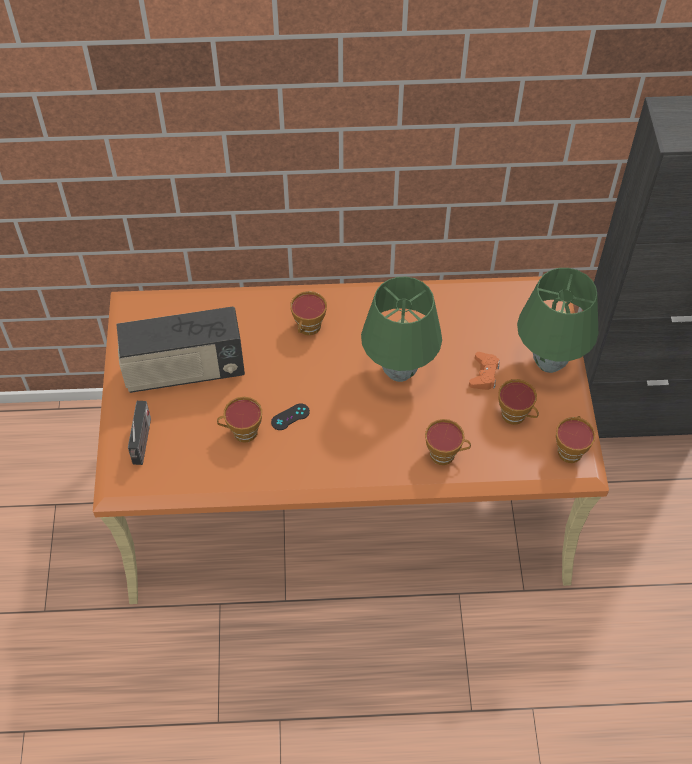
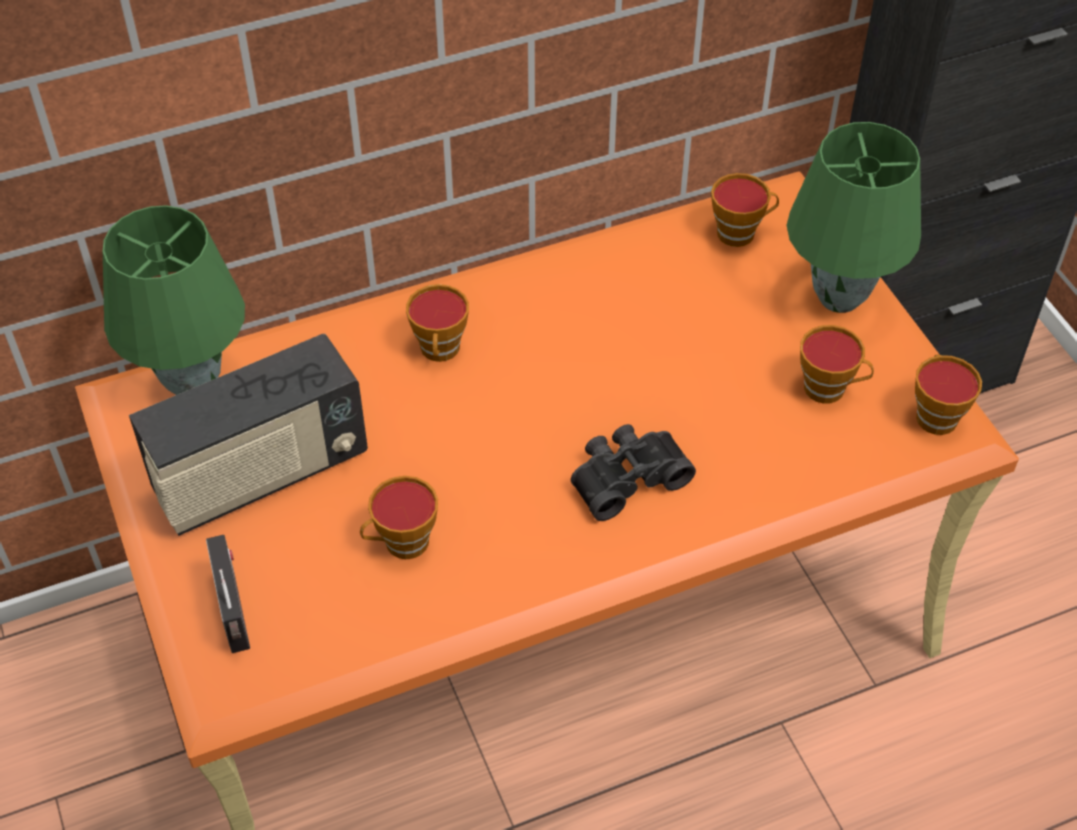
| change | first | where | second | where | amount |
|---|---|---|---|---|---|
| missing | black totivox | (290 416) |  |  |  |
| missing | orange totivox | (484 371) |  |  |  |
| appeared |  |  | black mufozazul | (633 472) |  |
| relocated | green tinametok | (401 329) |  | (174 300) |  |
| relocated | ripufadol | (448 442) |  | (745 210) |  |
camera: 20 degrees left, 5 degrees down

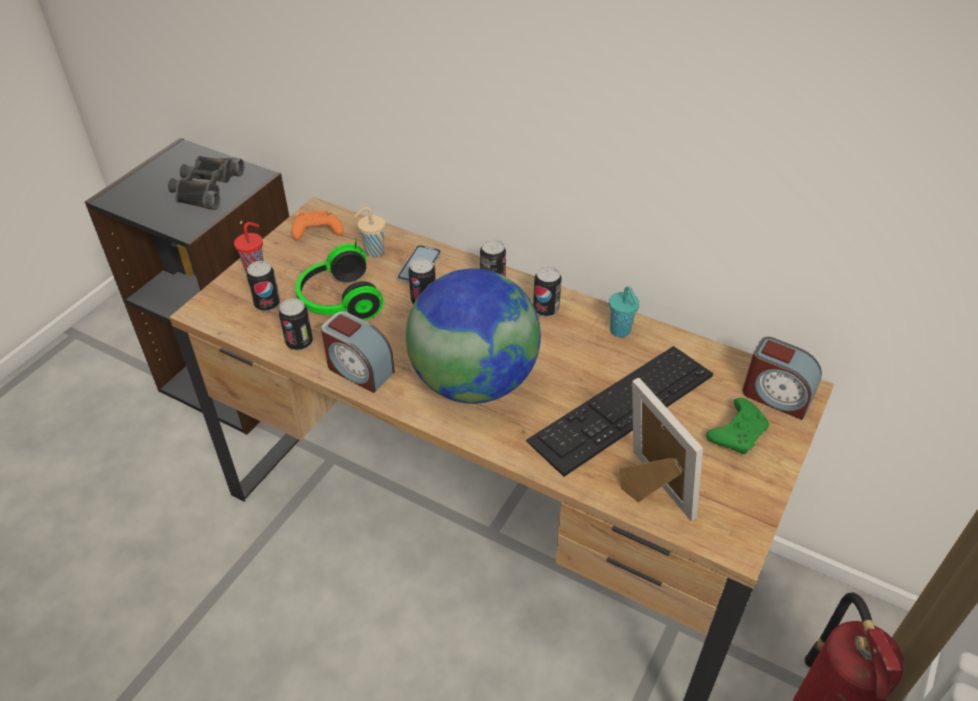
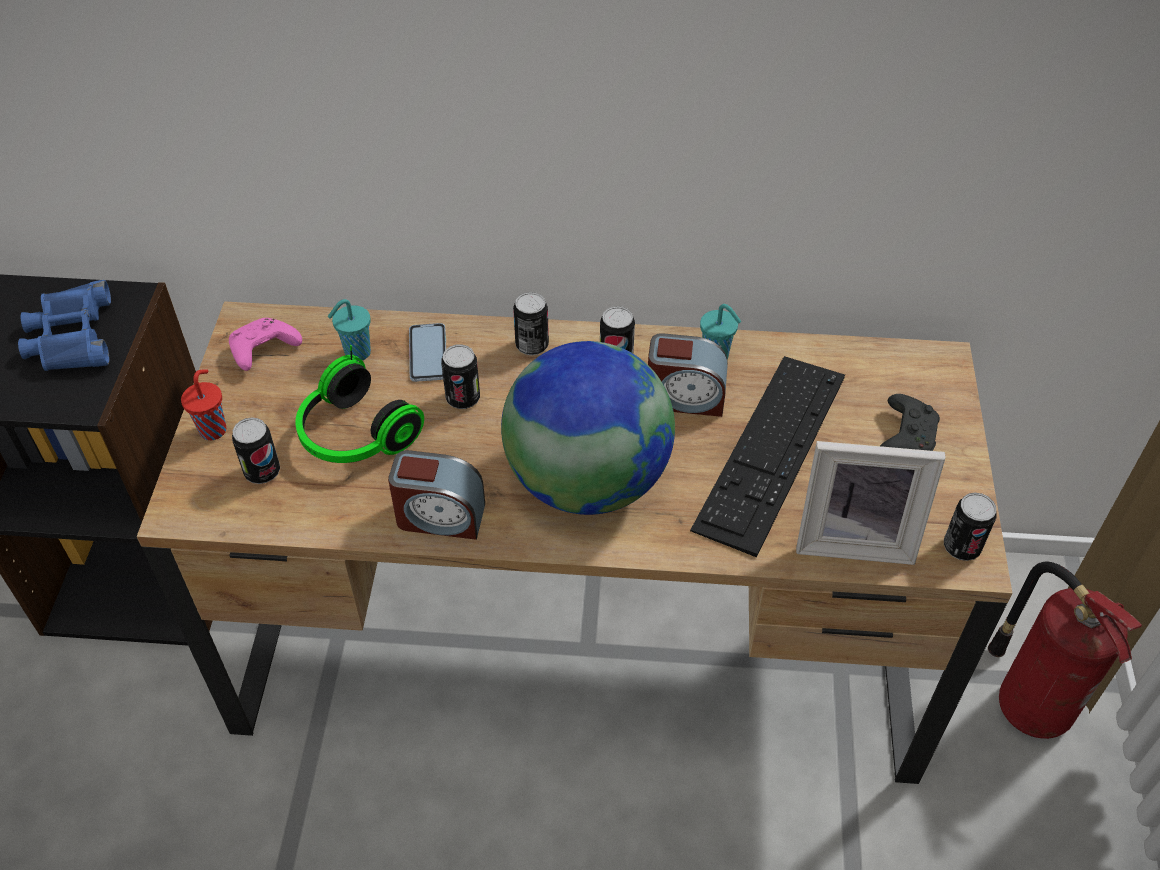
| change | first | where | second | where | amount |
|---|---|---|---|---|---|
| relocated | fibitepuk | (296 324) |  | (970 527) |  |
| relocated | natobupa | (782 378) |  | (688 375) |  |
| colour | black mufozazul | (206 183) | blue mufozazul | (64 325) |  |
| colour | orange totivox | (318 225) | pink totivox | (265 344) |  |
| colour | beige ripufadol | (369 232) | turquoise ripufadol | (349 330) |  |
| colour | green totivox | (737 426) | black totivox | (910 422) |  |
| spun | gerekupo | (661 449) |  | (871 503) | 150 degrees clockwise |
camera: 25 degrees left, 5 degrees up

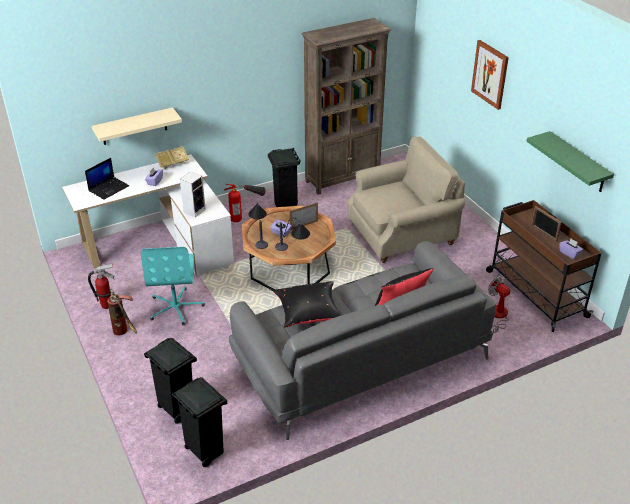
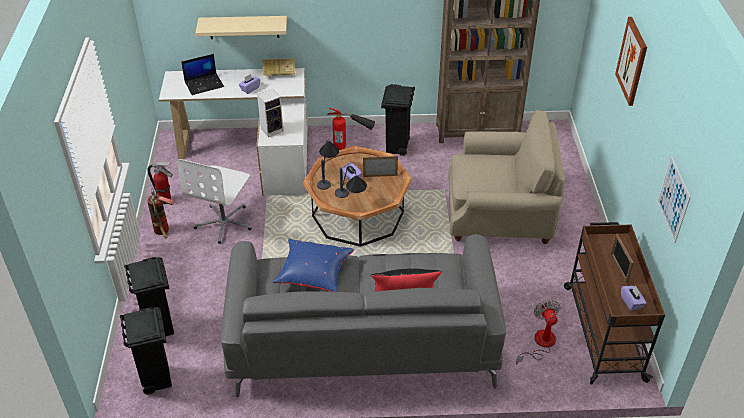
| change | first | where | second | where | amount |
|---|---|---|---|---|---|
| exchanged | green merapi | (570 161) | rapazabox | (674 199) |  |
| colour | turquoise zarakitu | (173 286) | white zarakitu | (215 201) |  |
| colour | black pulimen | (307 304) | blue pulimen | (313 265) |  |
camera: 25 degrees right, 5 degrees up

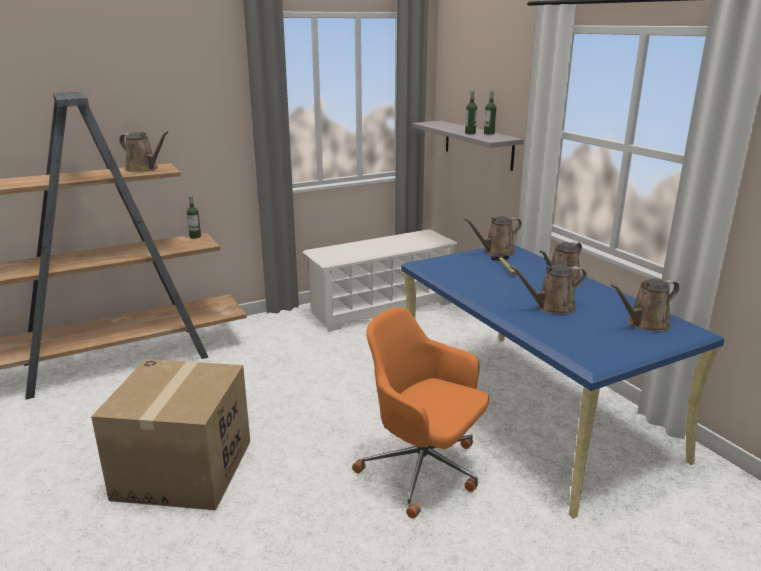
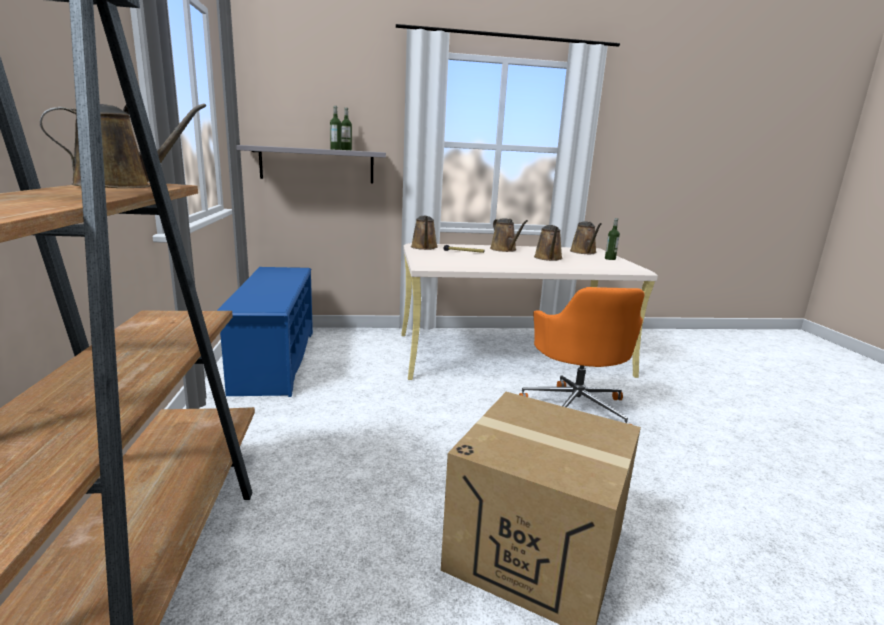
| change | first | where | second | where | amount |
|---|---|---|---|---|---|
| relocated | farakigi | (194 217) |  | (612 239) |  |
| colour | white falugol | (380 280) | blue falugol | (265 332) |  |
| colour | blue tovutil | (562 382) | beige tovutil | (529 311) |  |
| spun | orange zarakitu | (420 413) |  | (581 356) | 60 degrees counterclockwise |
camera: 70 degrees left, 5 degrees down

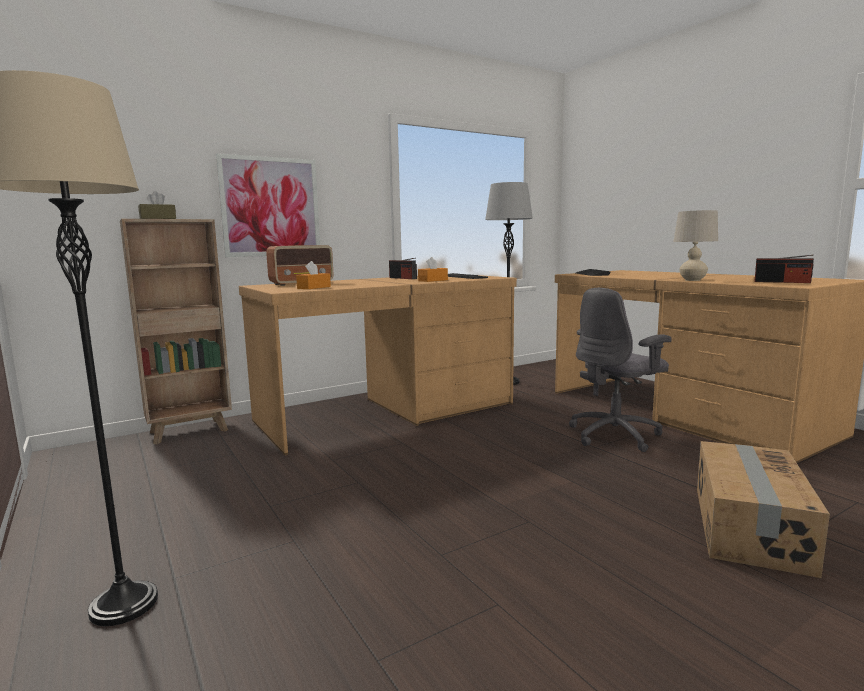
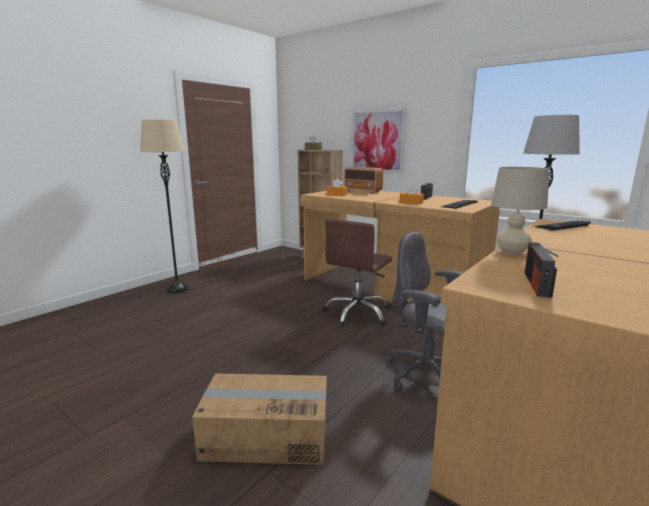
| change | first | where | second | where | amount |
|---|---|---|---|---|---|
| appeared |  |  | brown zarakitu | (357 273) |  |
camera: 70 degrees right, 5 degrees up

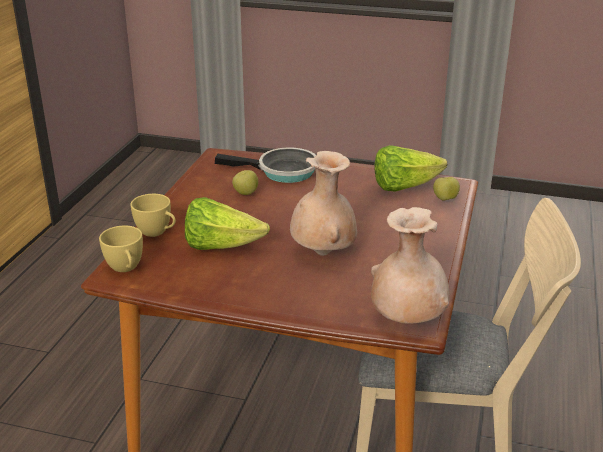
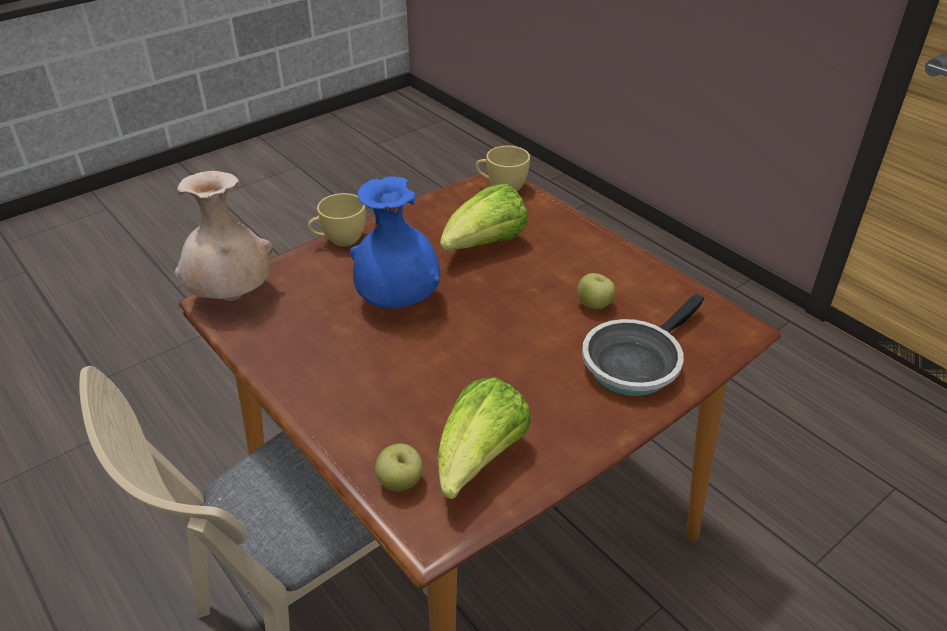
| change | first | where | second | where | amount |
|---|---|---|---|---|---|
| relocated | yellow ripufadol | (153 215) |  | (337 219) |  |
| colour | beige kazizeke | (323 203) | blue kazizeke | (395 242) |  |
camera: 125 degrees right, 10 degrees up

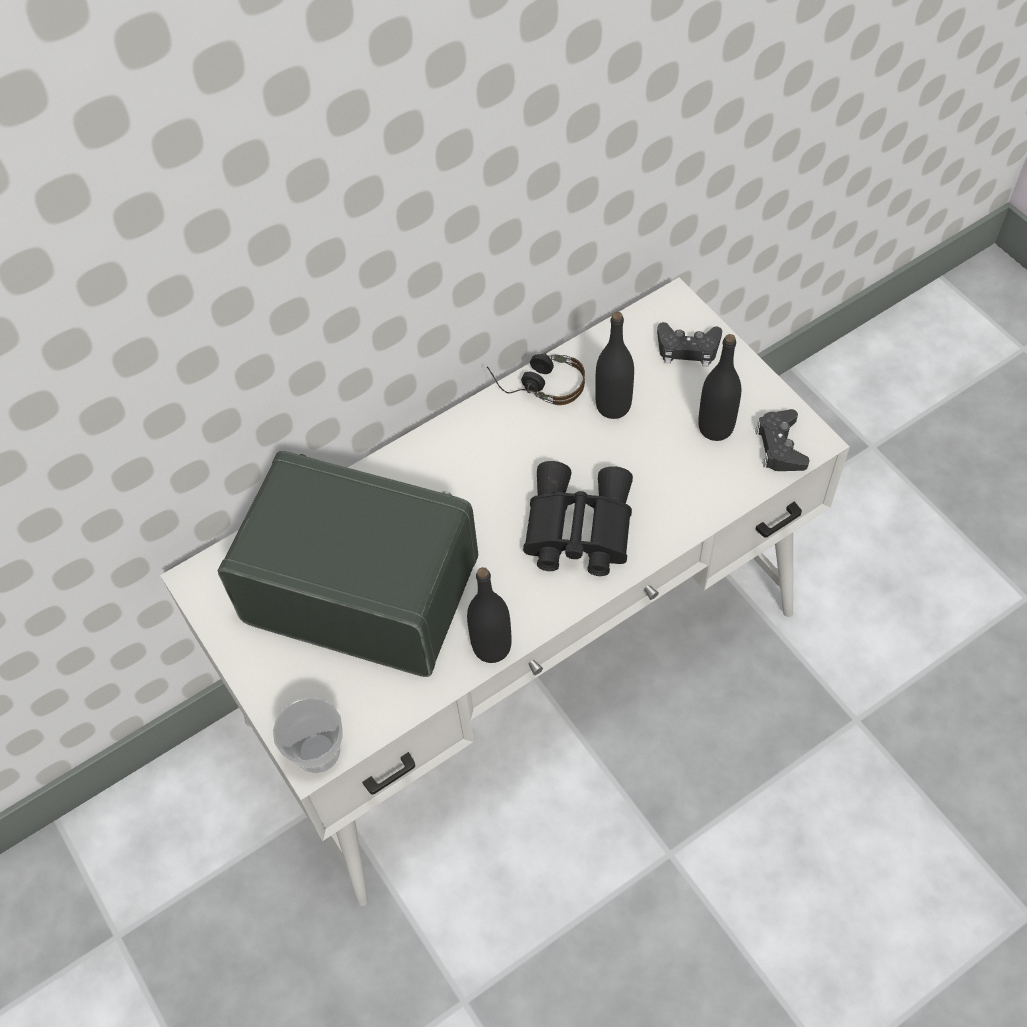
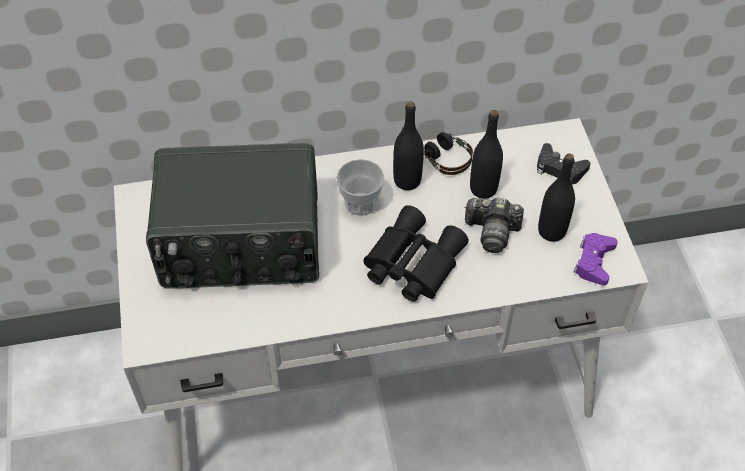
| change | first | where | second | where | amount |
|---|---|---|---|---|---|
| appeared |  |  | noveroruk | (494 225) |  |
| relocated | ripufadol | (308 735) |  | (360 187) |  |
| relocated | black farakigi | (489 615) |  | (408 145) |  |
| colour | black totivox | (782 440) | purple totivox | (596 259) |  |
| spun | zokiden | (347 564) |  | (232 216) | 135 degrees clockwise |
camera: 20 degrees right, 5 degrees down

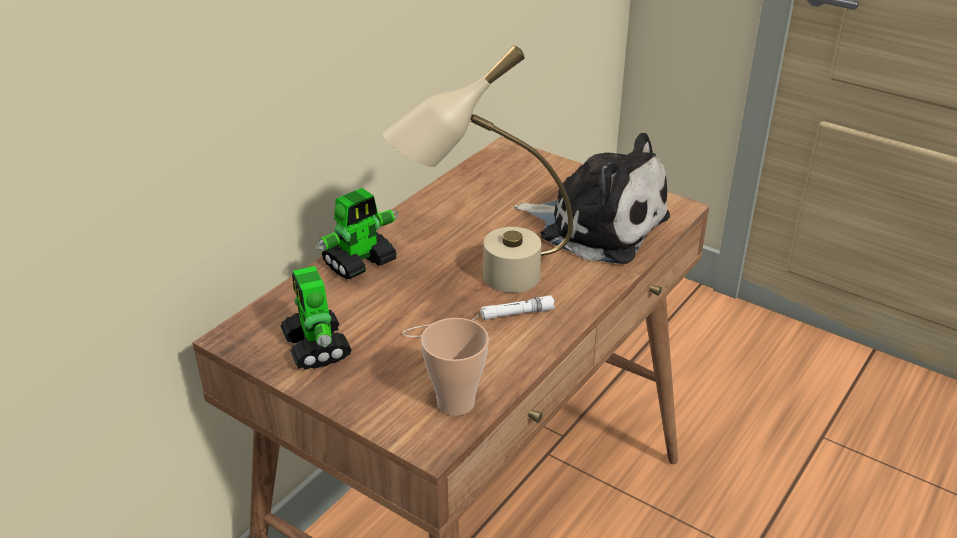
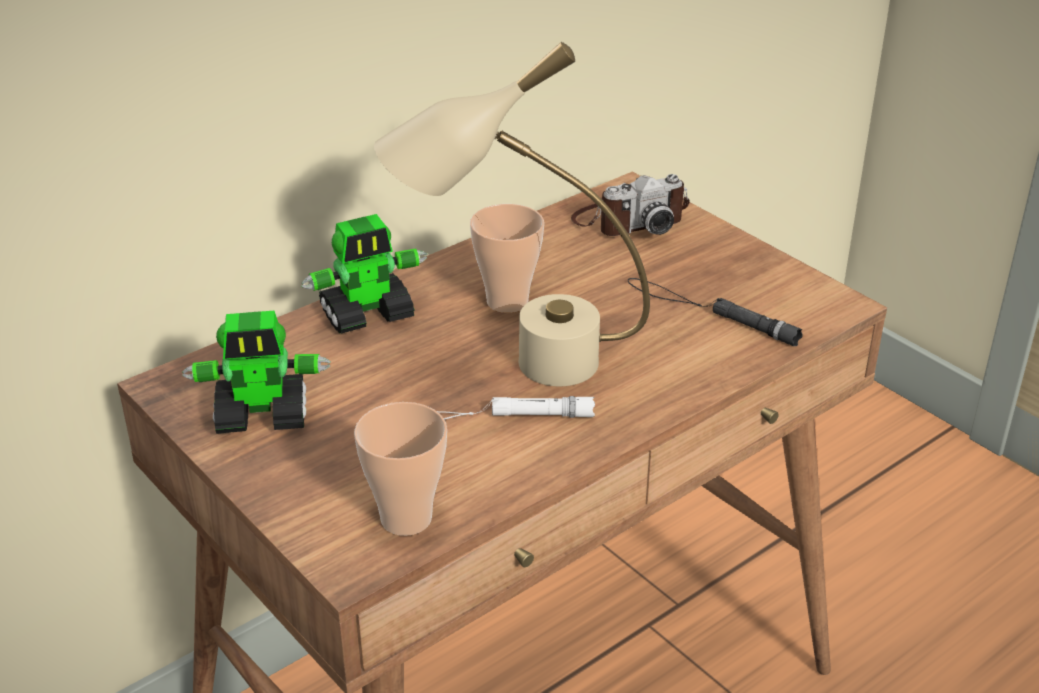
| change | first | where | second | where | amount |
|---|---|---|---|---|---|
| appeared |  |  | ripufadol | (507 258) |  |
| appeared |  |  | noveroruk | (630 205) |  |
| exchanged | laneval | (592 198) | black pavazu | (715 312) |  |
| spun | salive | (315 318) |  | (256 372) | 90 degrees counterclockwise |
camera: 15 degrees right, 0 degrees up

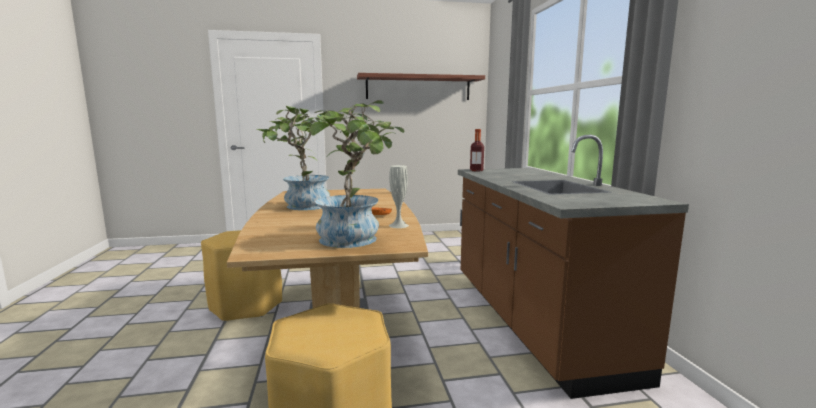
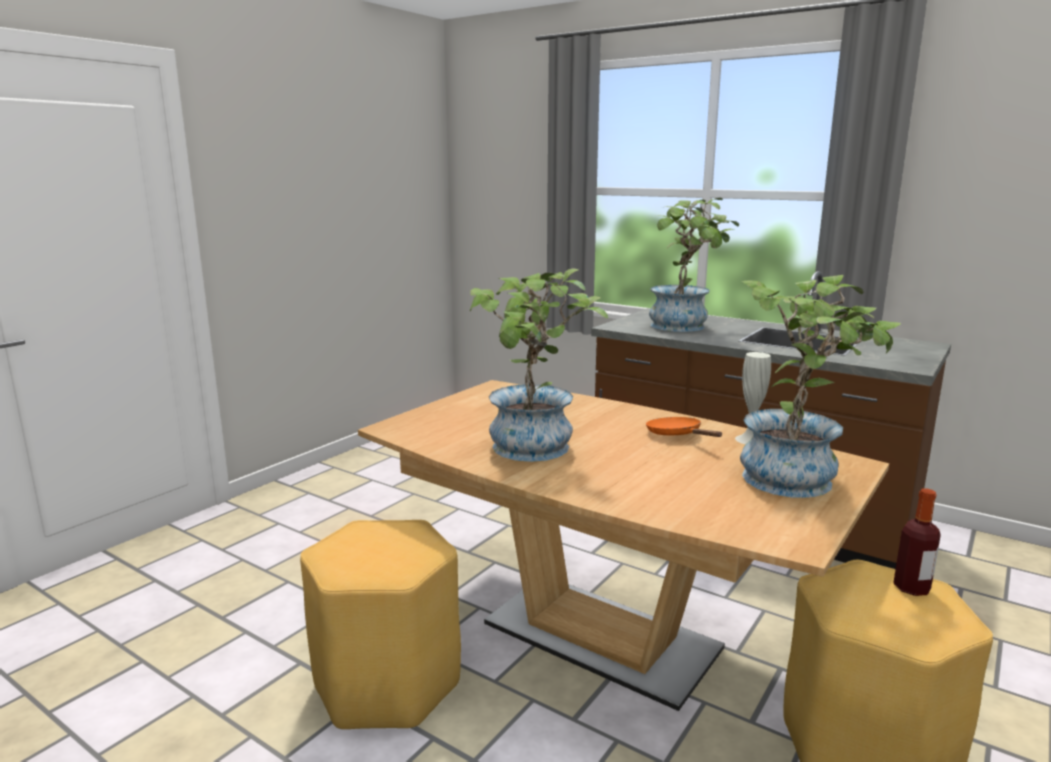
| change | first | where | second | where | amount |
|---|---|---|---|---|---|
| missing | merapi | (421 86) |  |  |  |
| appeared |  |  | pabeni | (694 265) |  |
| relocated | farakigi | (477 150) |  | (917 542) |  |
camera: 45 degrees left, 5 degrees up

